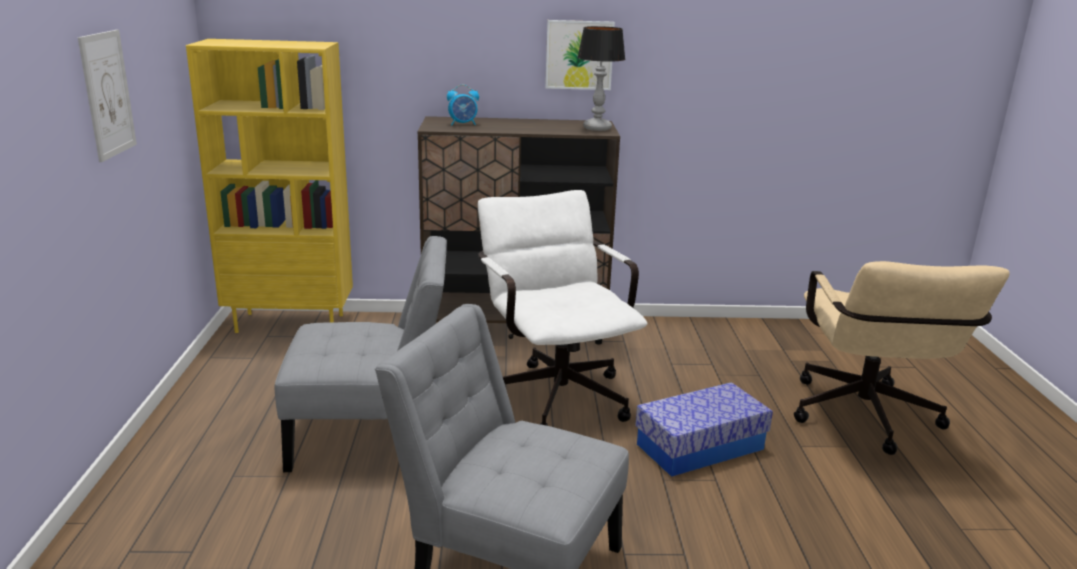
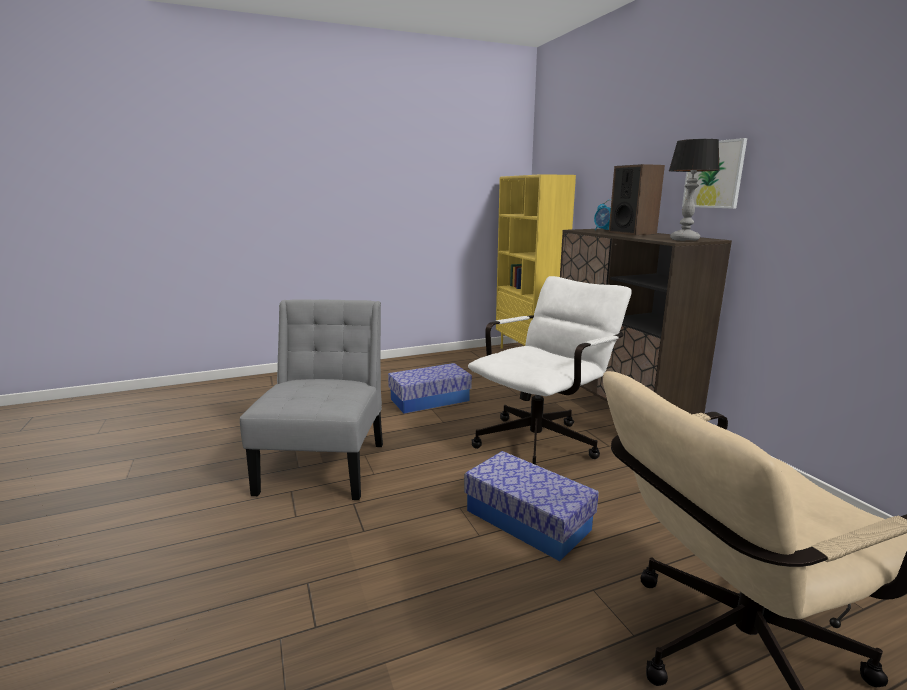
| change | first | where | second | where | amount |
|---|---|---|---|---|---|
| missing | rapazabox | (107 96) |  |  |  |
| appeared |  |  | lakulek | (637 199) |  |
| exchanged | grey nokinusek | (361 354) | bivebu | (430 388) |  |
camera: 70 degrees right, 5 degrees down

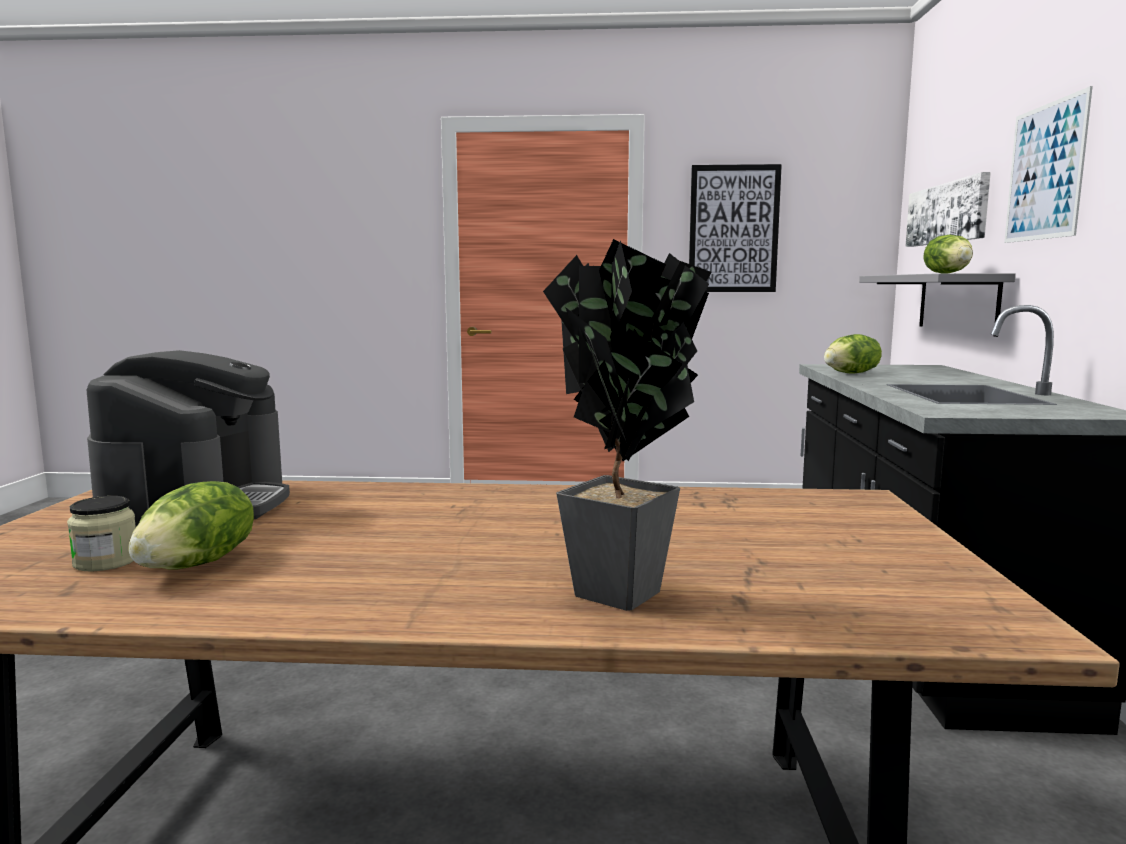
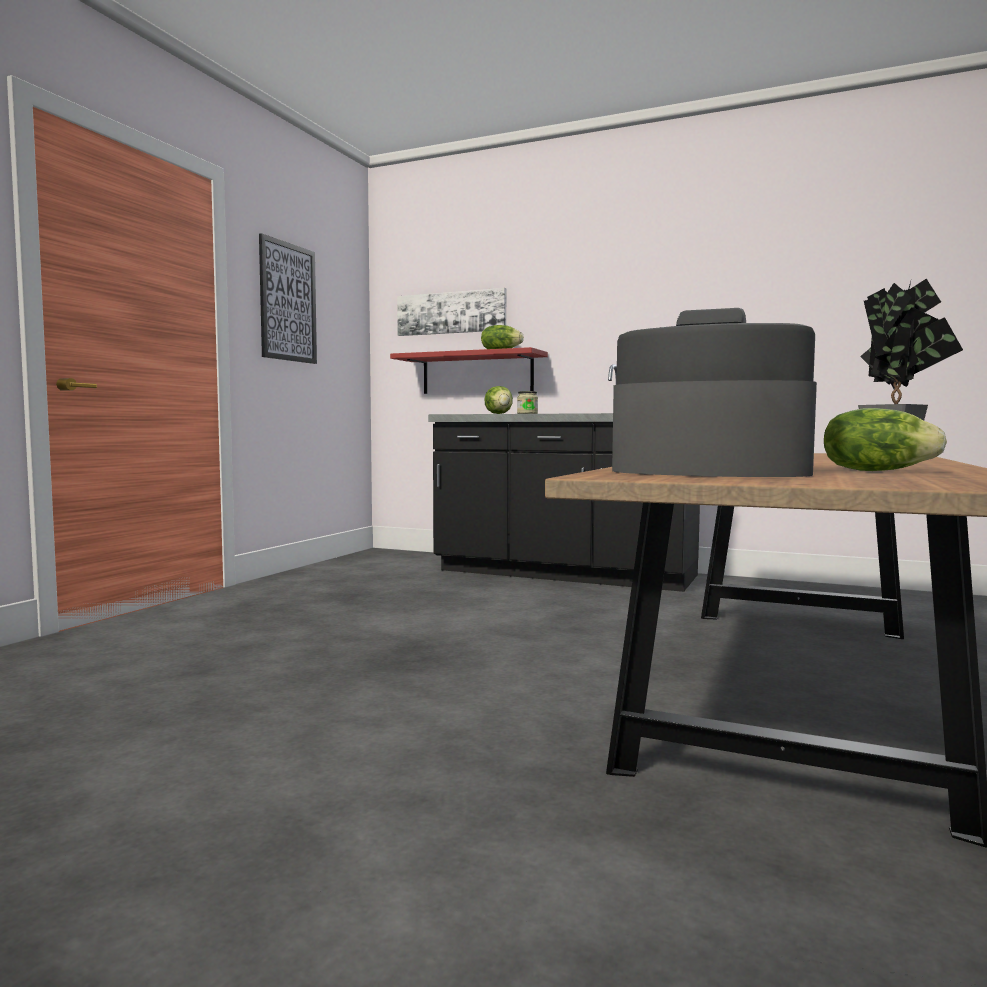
| change | first | where | second | where | amount |
|---|---|---|---|---|---|
| missing | rapazabox | (1048 164) |  |  |  |
| relocated | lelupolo | (101 533) |  | (527 402) |  |
| colour | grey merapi | (937 305) | red merapi | (469 370) |  |
camera: 70 degrees left, 5 degrees down

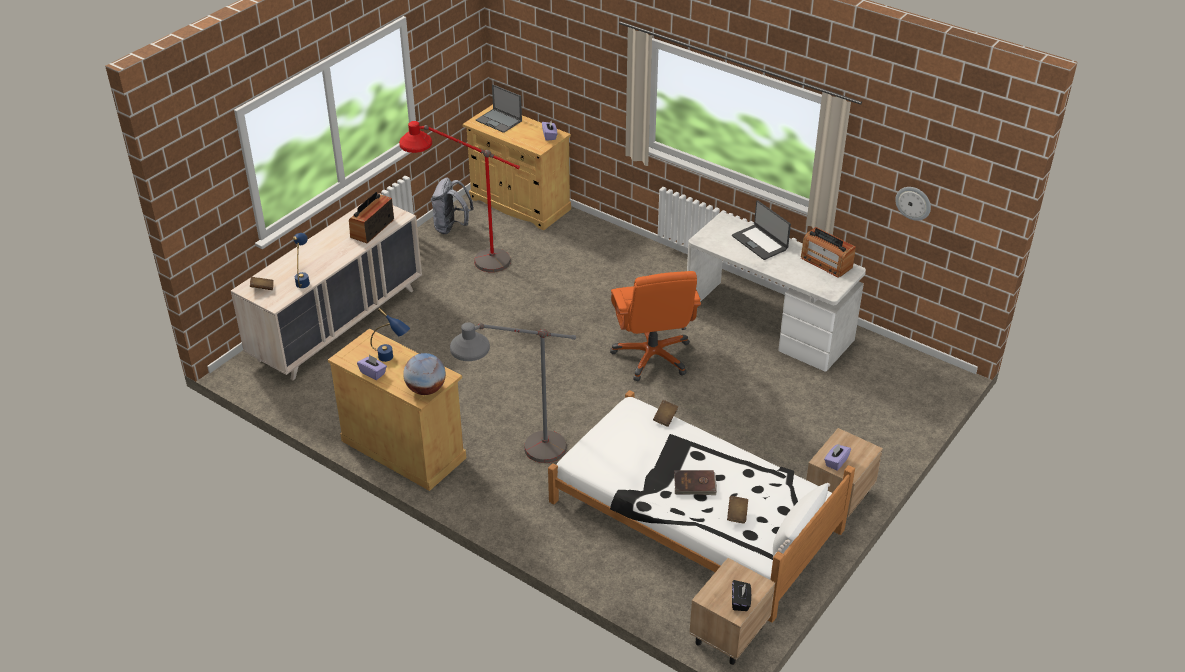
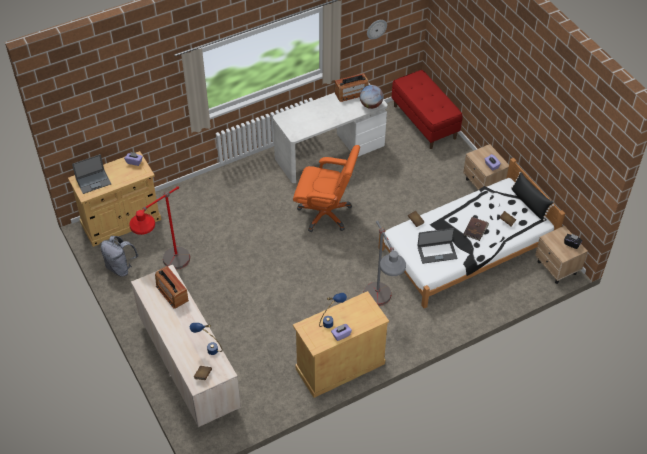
| change | first | where | second | where | amount |
|---|---|---|---|---|---|
| appeared |  |  | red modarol | (427 109) |  |
| relocated | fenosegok | (424 374) |  | (371 97) |  |
| relocated | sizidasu | (761 230) |  | (437 246) |  |
| colour | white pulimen | (801 520) | black pulimen | (532 196) |  |
camera: 65 degrees left, 10 degrees up

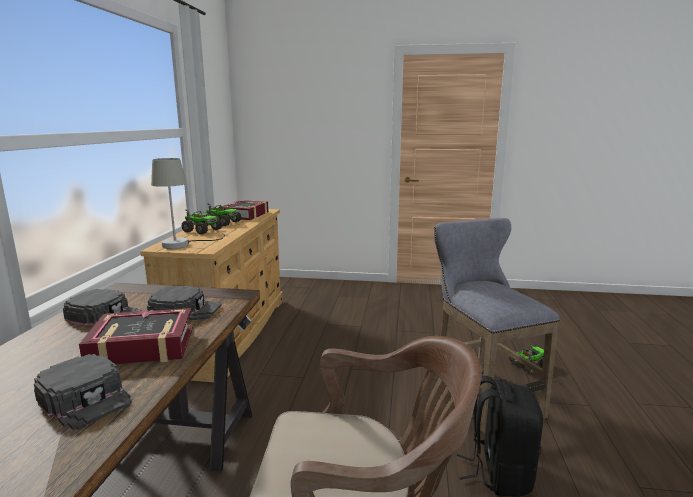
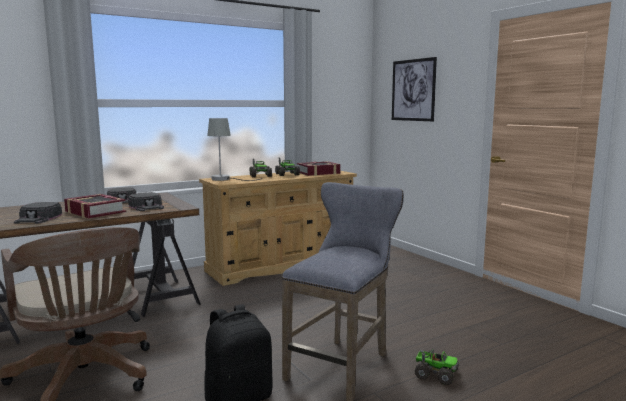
| change | first | where | second | where | amount |
|---|---|---|---|---|---|
| appeared |  |  | rapazabox | (414 89) |  |
camera: 50 degrees right, 5 degrees down

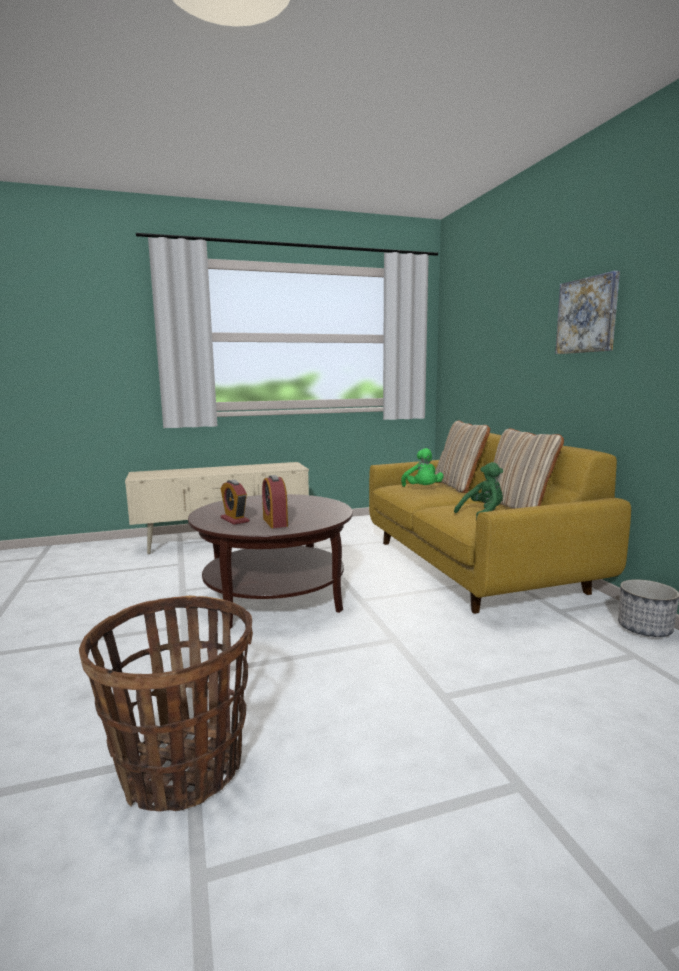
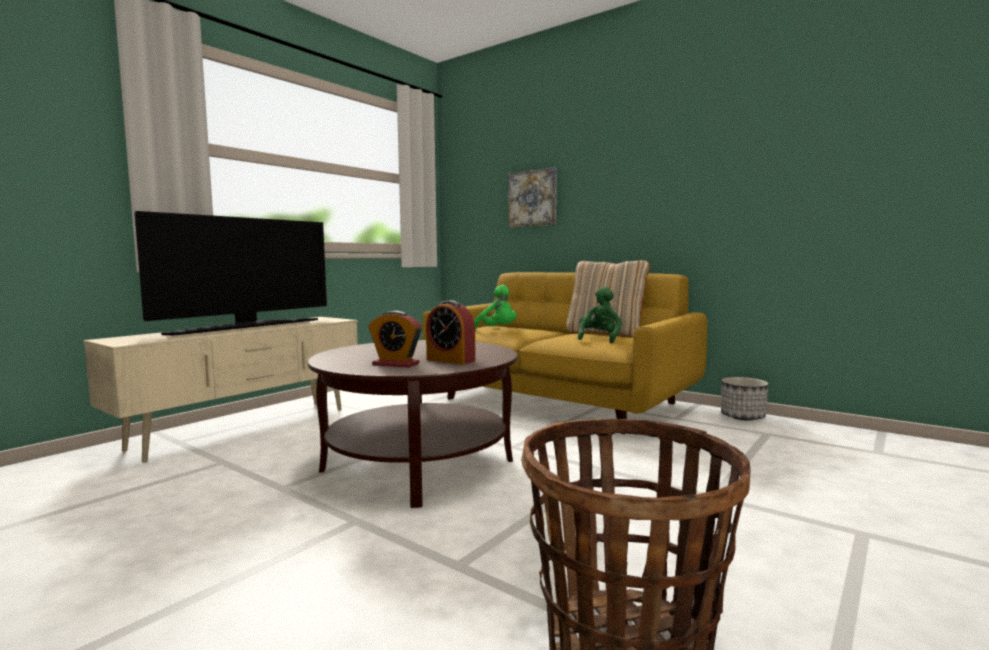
| change | first | where | second | where | amount |
|---|---|---|---|---|---|
| missing | beige pulimen | (462 456) |  |  |  |
| appeared |  |  | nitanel | (231 273) |  |
| relocated | rapazabox | (587 312) |  | (532 197) |  |
camera: 35 degrees left, 5 degrees down

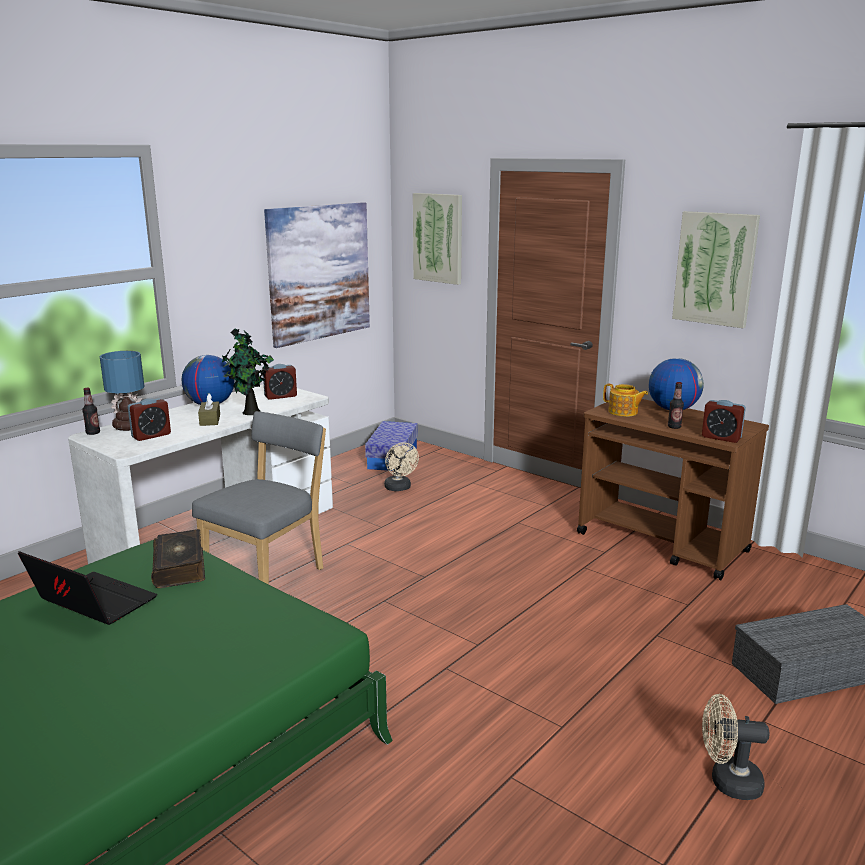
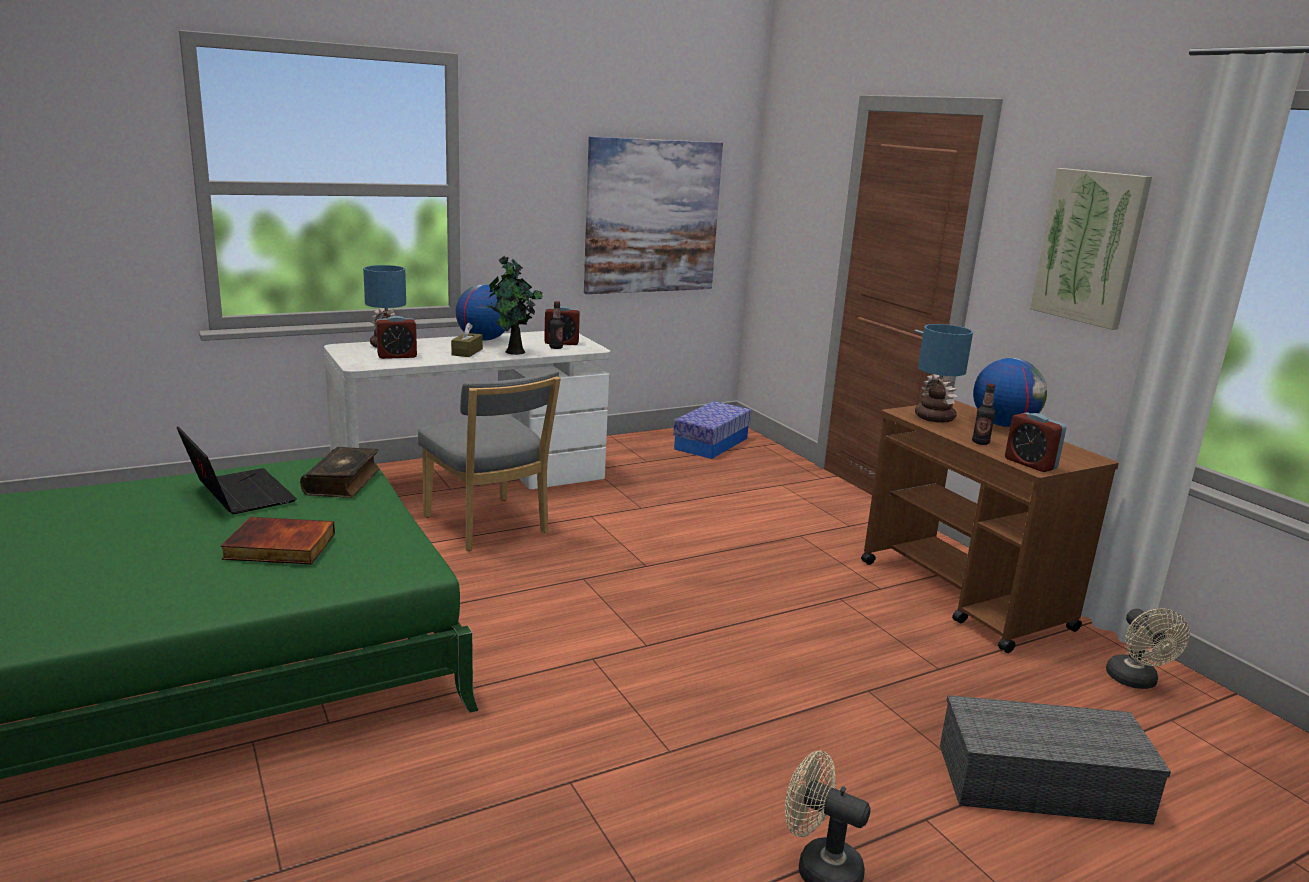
| change | first | where | second | where | amount |
|---|---|---|---|---|---|
| missing | rapazabox | (437 239) |  |  |  |
| appeared |  |  | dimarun | (278 540) |  |
| relocated | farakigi | (91 411) |  | (556 325) |  |
| relocated | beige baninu | (401 466) |  | (1147 648) |  |
| exchanged | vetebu | (625 400) | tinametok | (944 373) |  |
| spun | grey nokinusek | (259 497) |  | (489 460) | 90 degrees clockwise |
camera: 20 degrees right, 0 degrees up

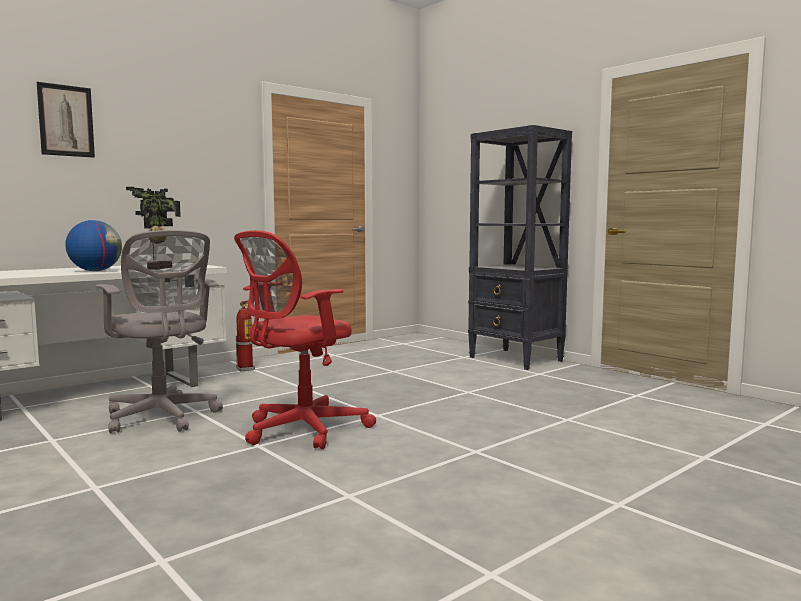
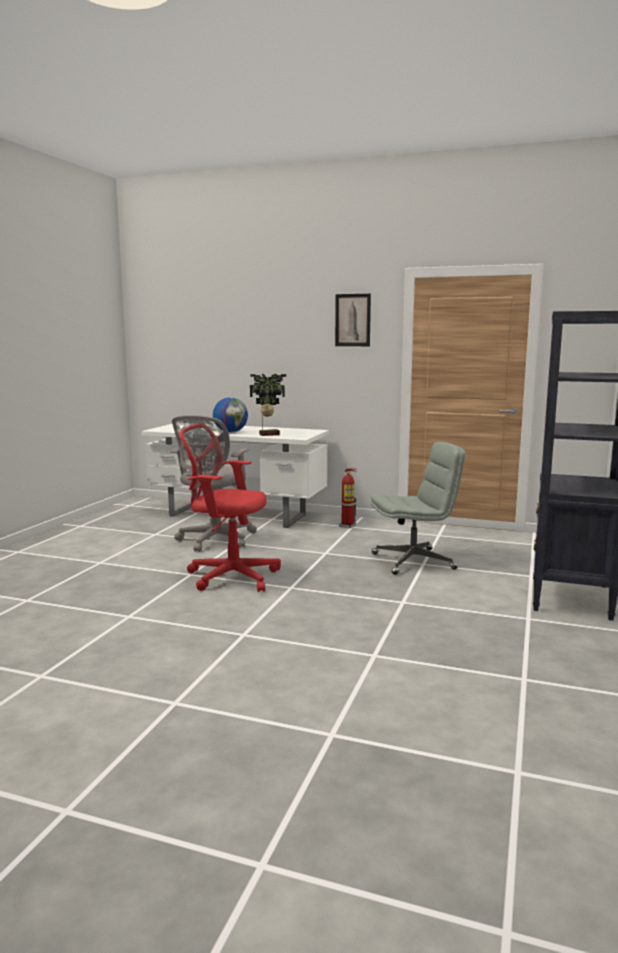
| change | first | where | second | where | amount |
|---|---|---|---|---|---|
| appeared |  |  | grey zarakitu | (417 508) |  |
| relocated | rapazabox | (66 120) |  | (353 320) |  |
camera: 60 degrees right, 5 degrees up

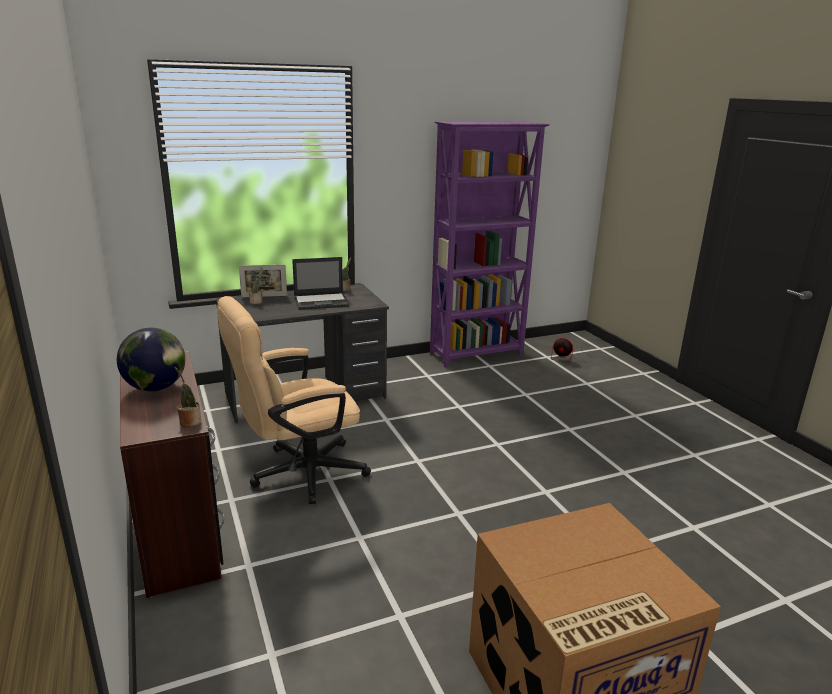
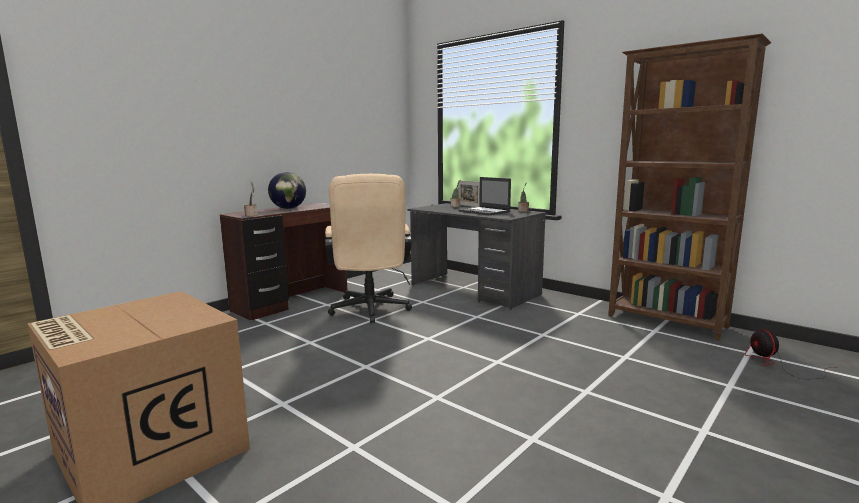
| change | first | where | second | where | amount |
|---|---|---|---|---|---|
| colour | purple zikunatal | (490 244) | brown zikunatal | (689 187) |  |
| spun | beige zarakitu | (294 400) |  | (368 248) | 135 degrees counterclockwise |
camera: 65 degrees right, 10 degrees down

